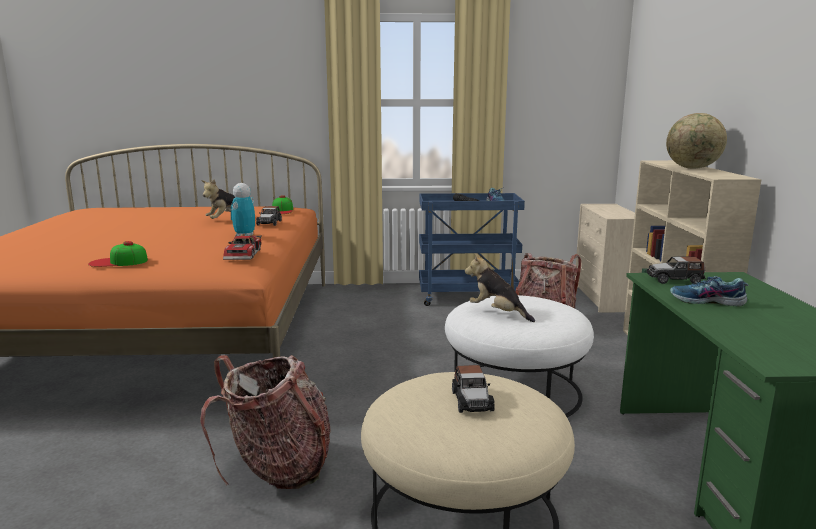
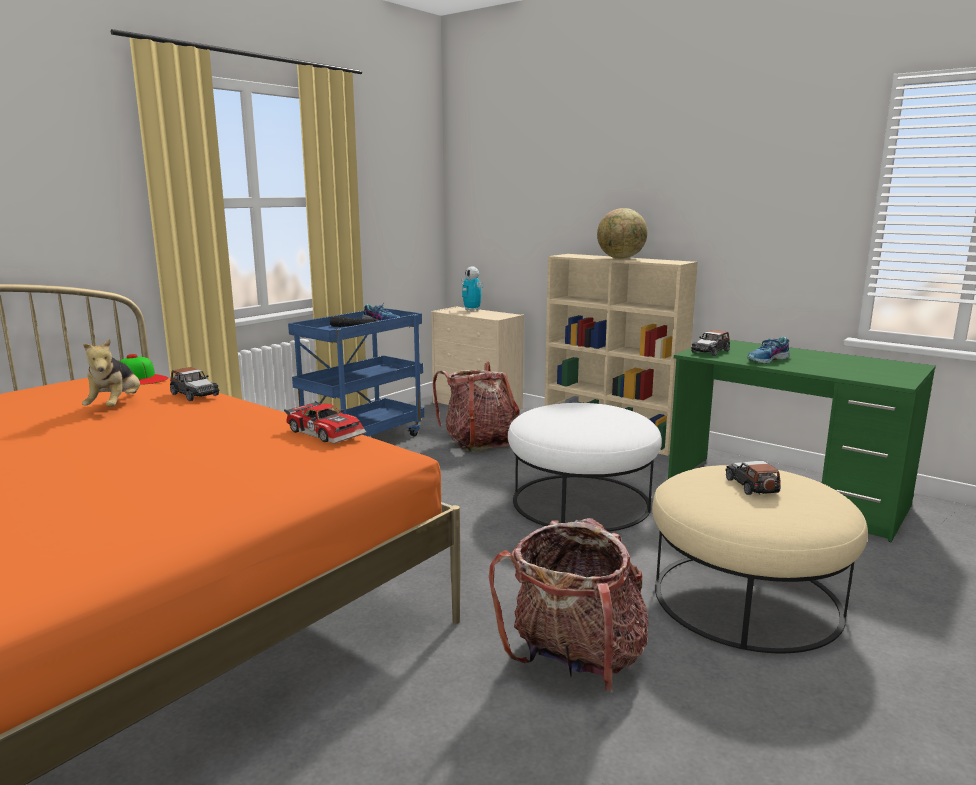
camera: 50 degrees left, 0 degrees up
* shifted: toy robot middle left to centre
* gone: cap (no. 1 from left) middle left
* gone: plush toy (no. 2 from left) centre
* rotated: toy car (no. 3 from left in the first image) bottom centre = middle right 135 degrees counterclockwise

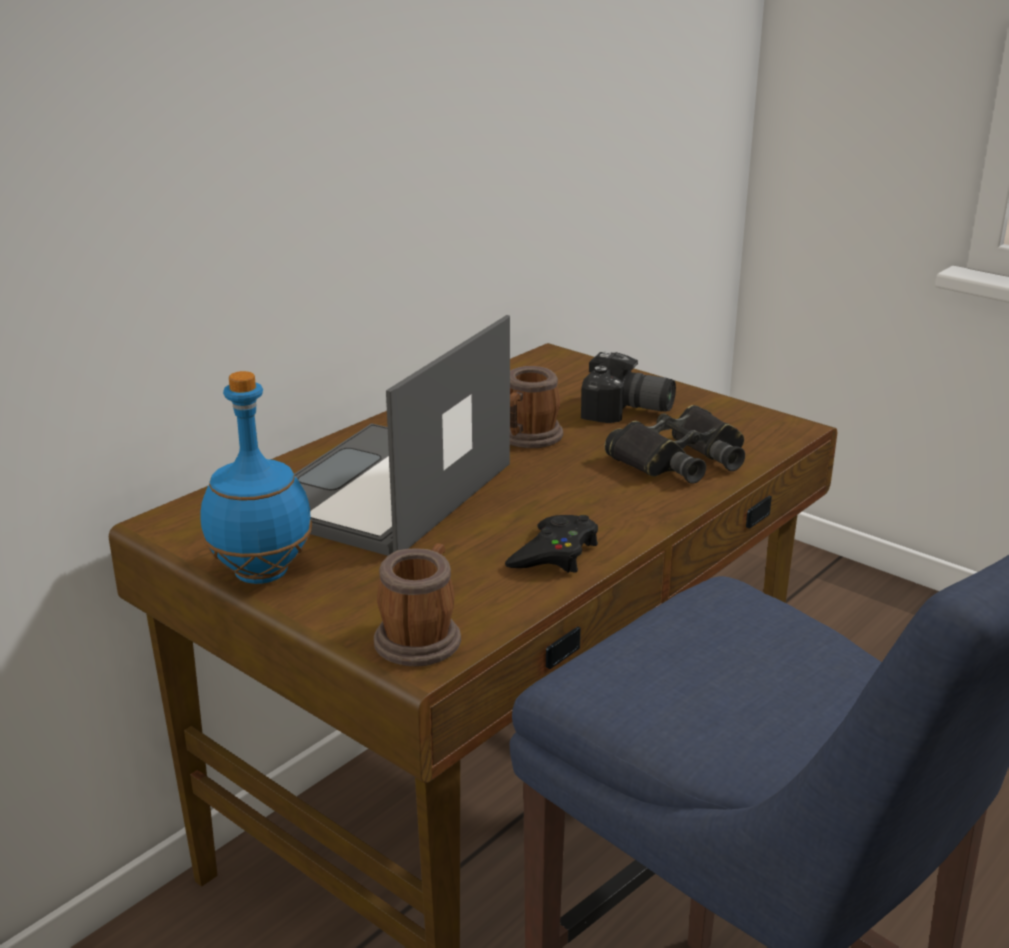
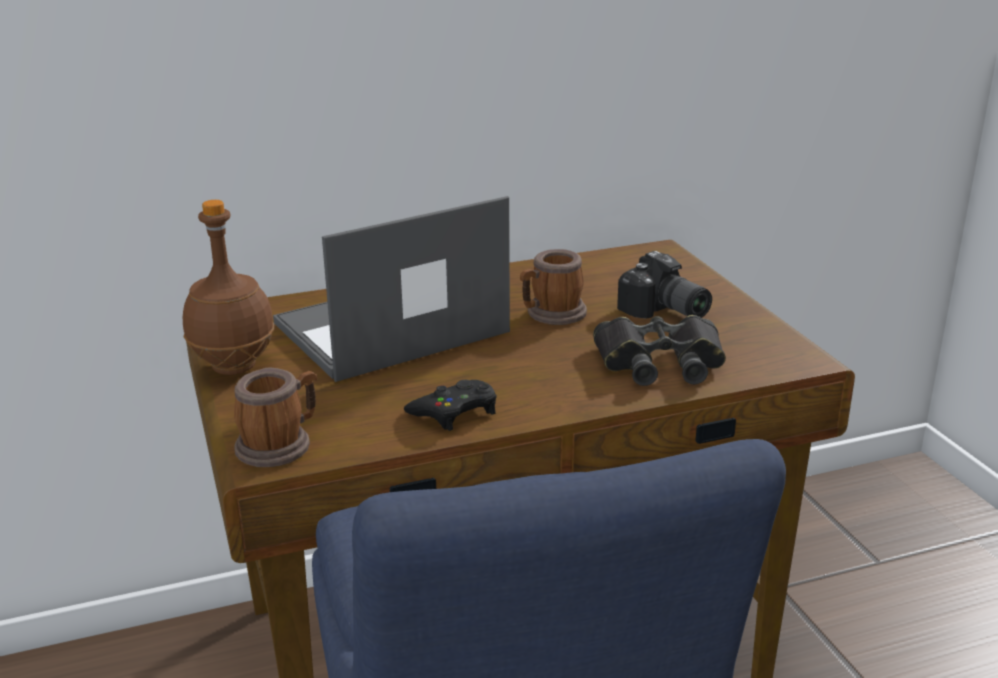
camera: 30 degrees right, 0 degrees up
* repainted: blue bottle middle left to brown bottle middle left

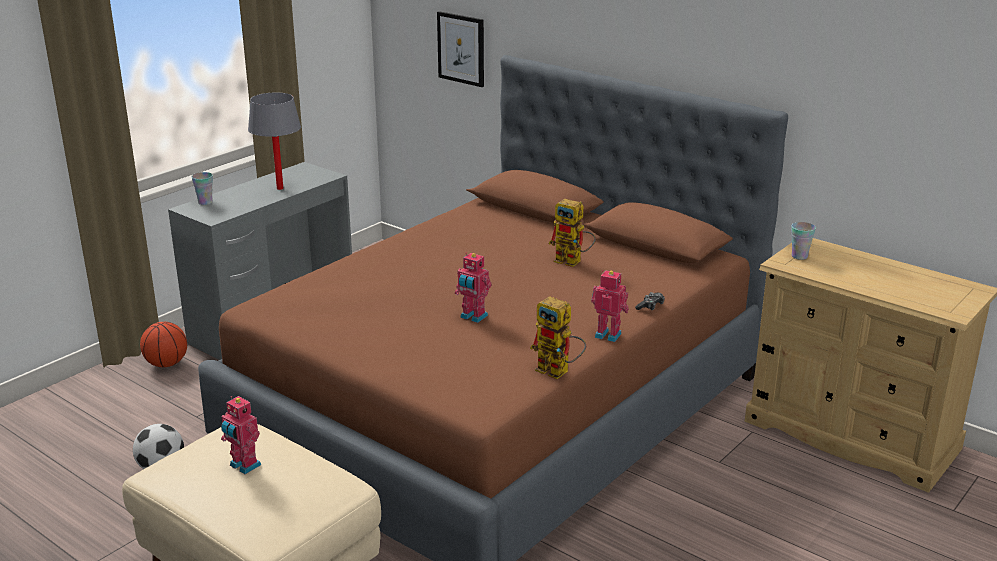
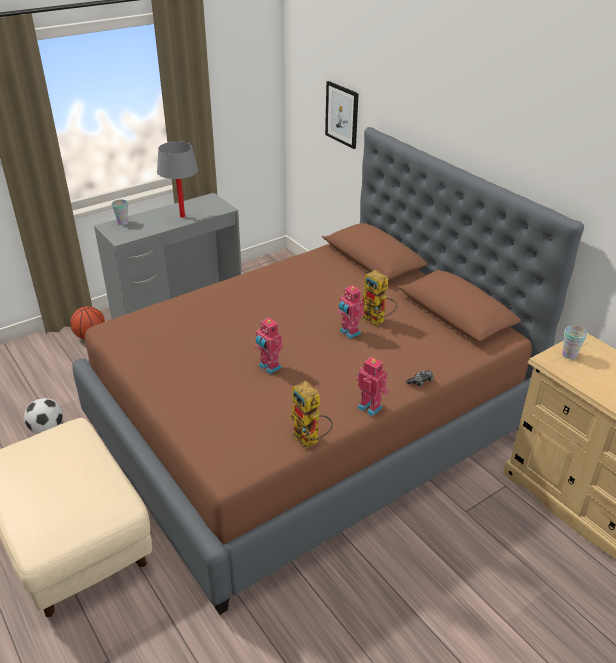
camera: 15 degrees right, 10 degrees up
* shifted: toy robot (no. 1 from left in the first image) bottom left to toy robot (no. 3 from left) centre

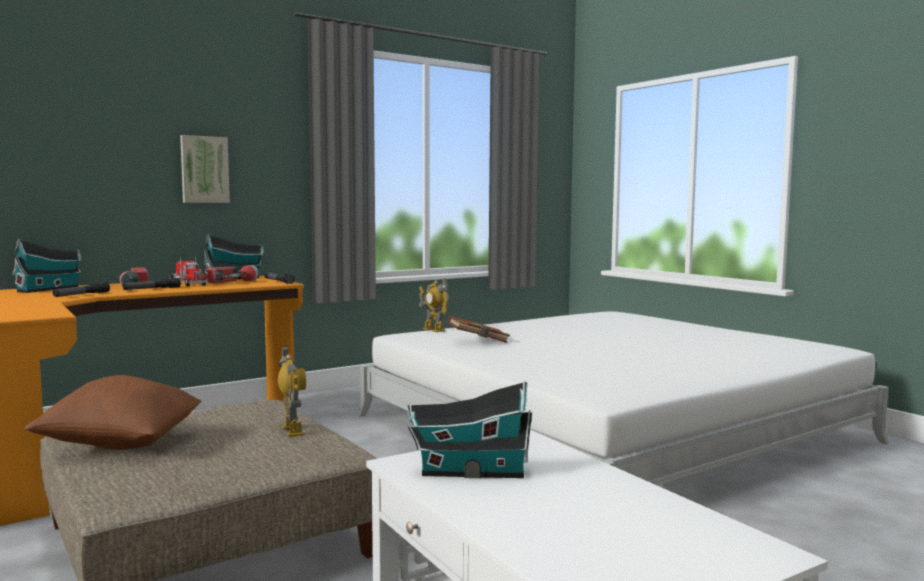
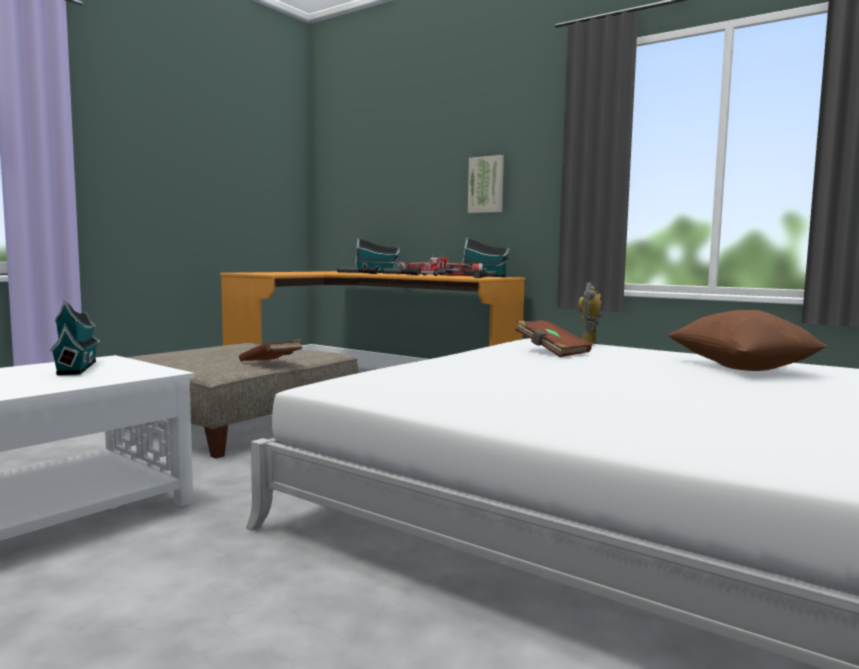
camera: 70 degrees right, 0 degrees up
* swapped: toy robot (no. 1 from left) bottom left to brown book (no. 1 from left) middle left
* shifted: brown pillow bottom left to middle right

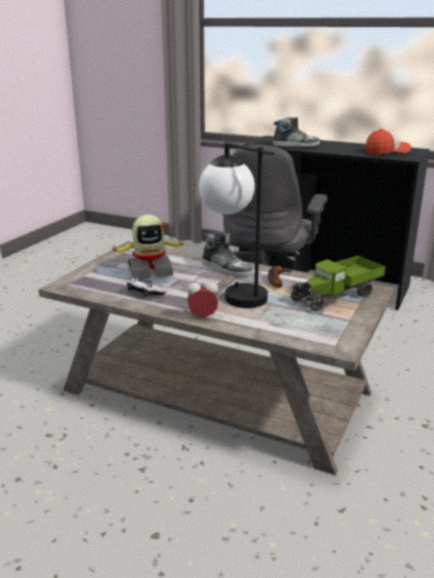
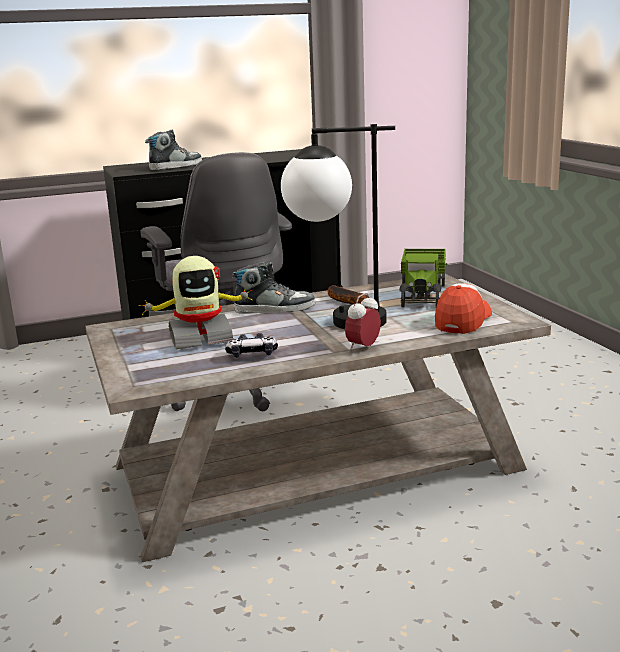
camera: 45 degrees left, 5 degrees down
* shifted: cap top right to middle right
* rotated: toy robot centre = middle left 45 degrees clockwise

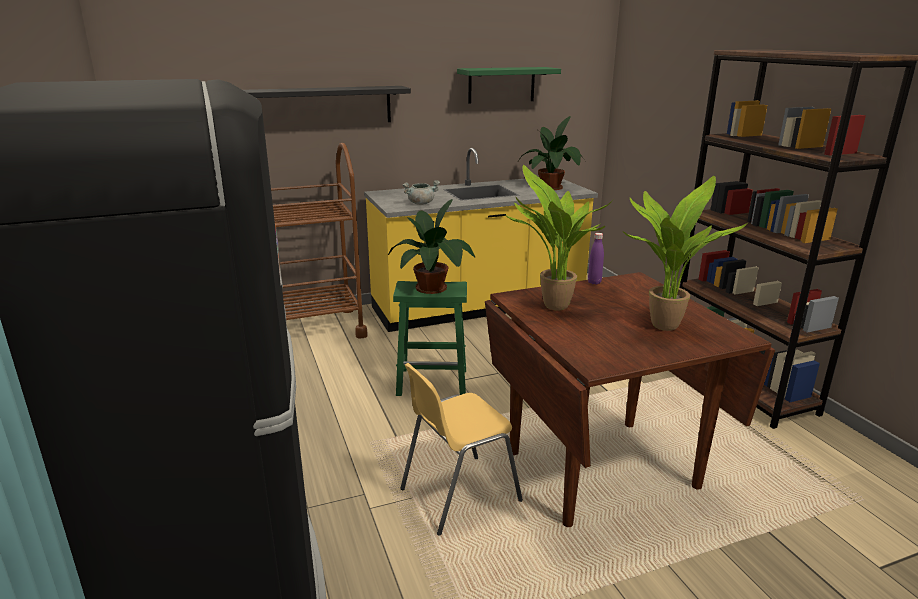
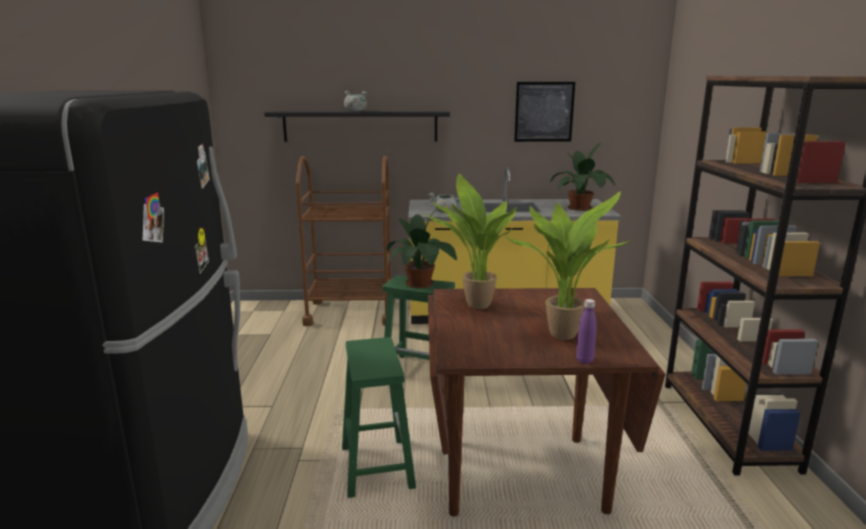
camera: 20 degrees right, 5 degrees down
* swapped: green shelf top centre to picture top centre
* shifted: purple bottle centre to middle right
* swapped: yellow chair bottom centre to green stool (no. 1 from left) bottom centre
* new: grey cooking pot (no. 1 from left) top centre

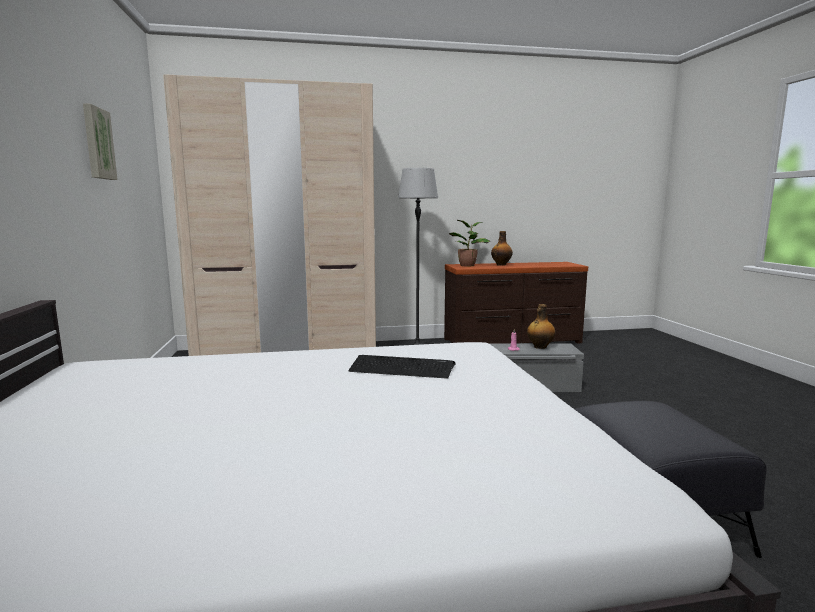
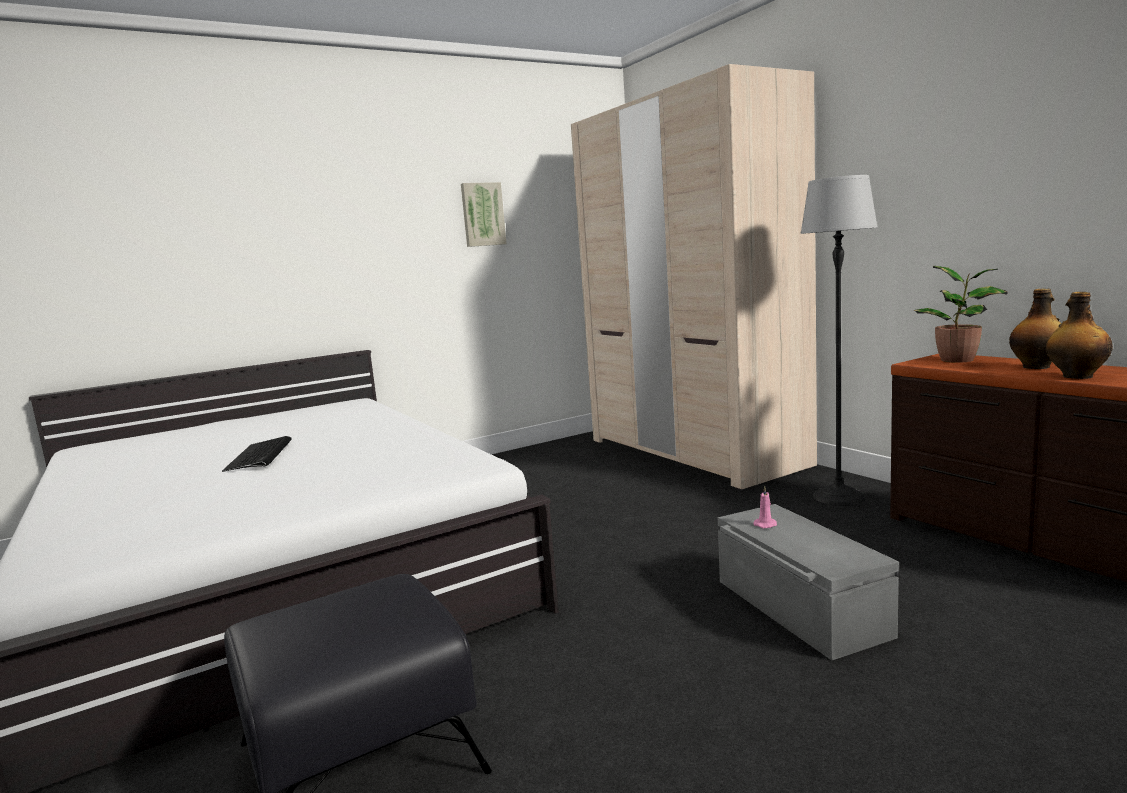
camera: 70 degrees right, 0 degrees up
* shifted: bottle (no. 2 from left) centre to middle right
* shifted: keyboard centre to middle left

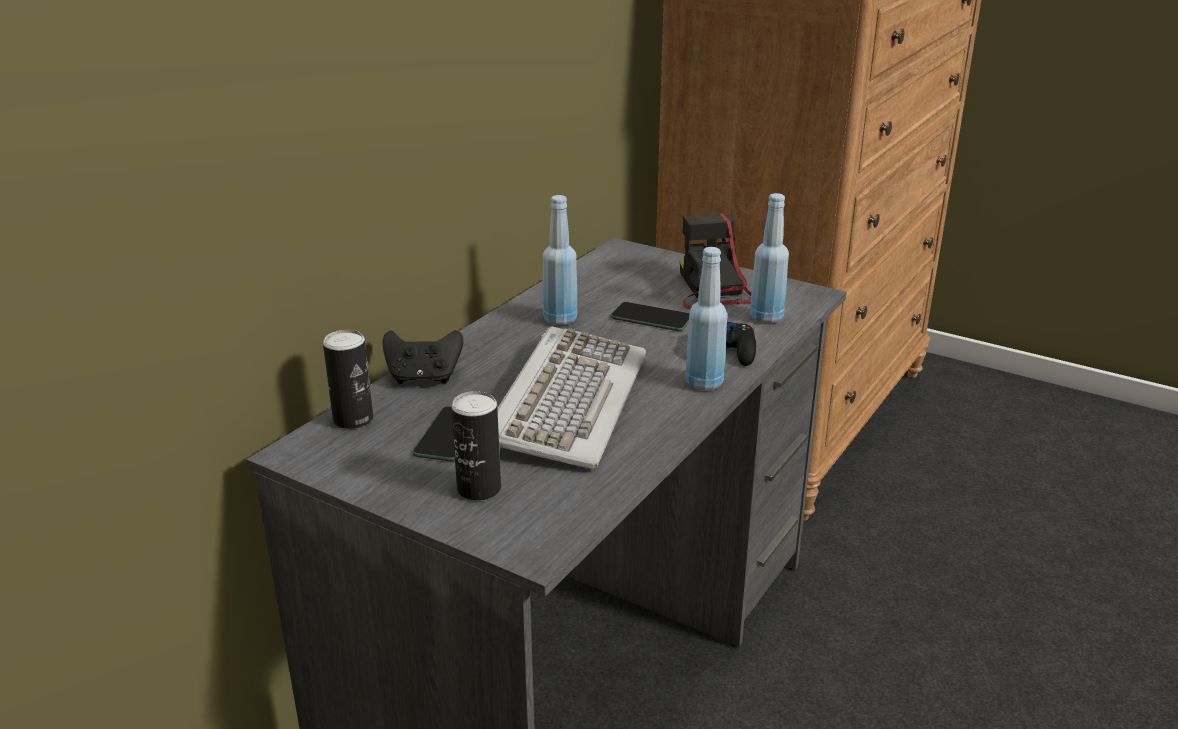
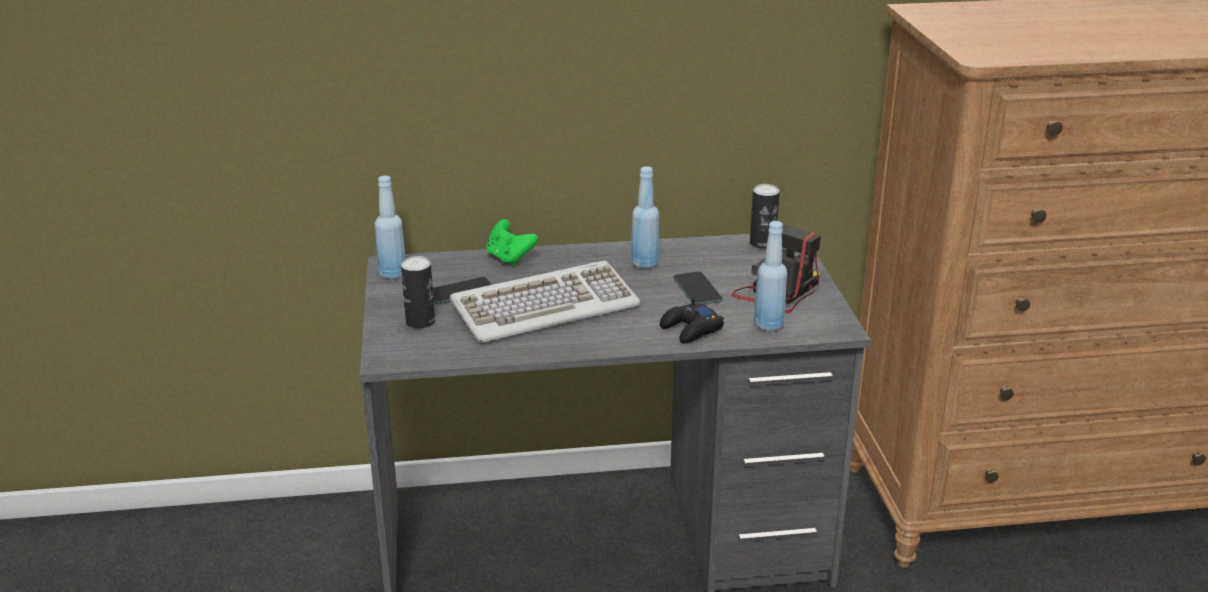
camera: 50 degrees right, 0 degrees up
* shifted: blue bottle (no. 2 from left in the first image) centre to blue bottle (no. 1 from left) middle left
* shifted: can (no. 1 from left in the first image) middle left to can (no. 2 from left) centre
* repainted: black game controller (no. 1 from left) centre to green game controller centre

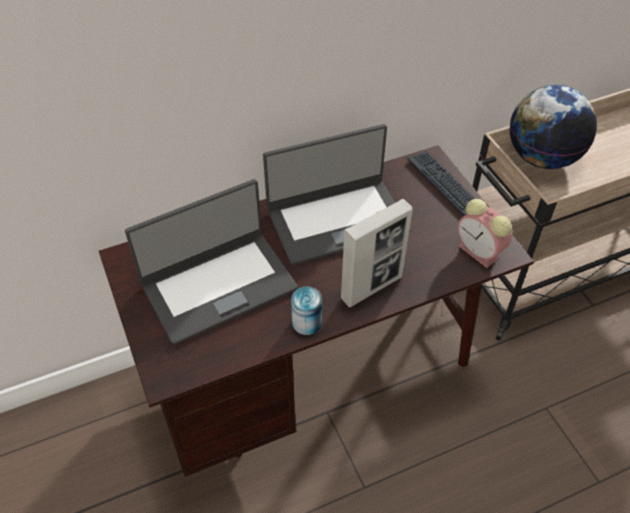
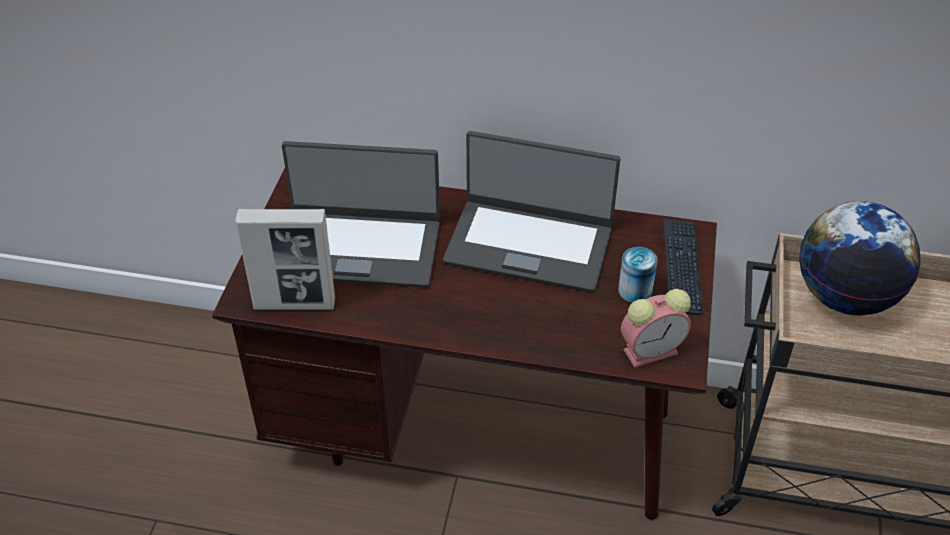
camera: 35 degrees right, 5 degrees down
* shifted: picture frame centre to middle left
* rotated: alarm clock middle right = middle right 105 degrees counterclockwise
* shifted: can centre to middle right

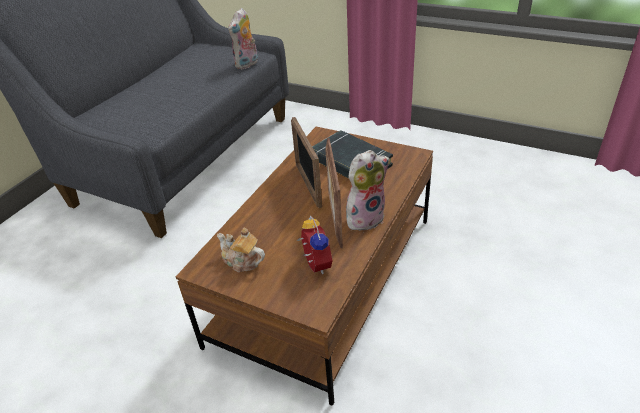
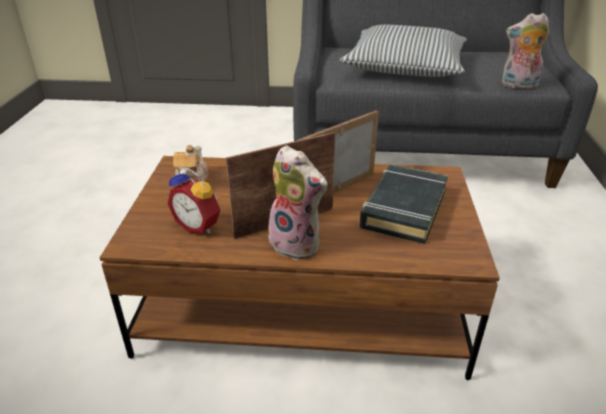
camera: 65 degrees right, 5 degrees down
* rotated: alarm clock centre = middle left 75 degrees clockwise
* new: pillow top centre

